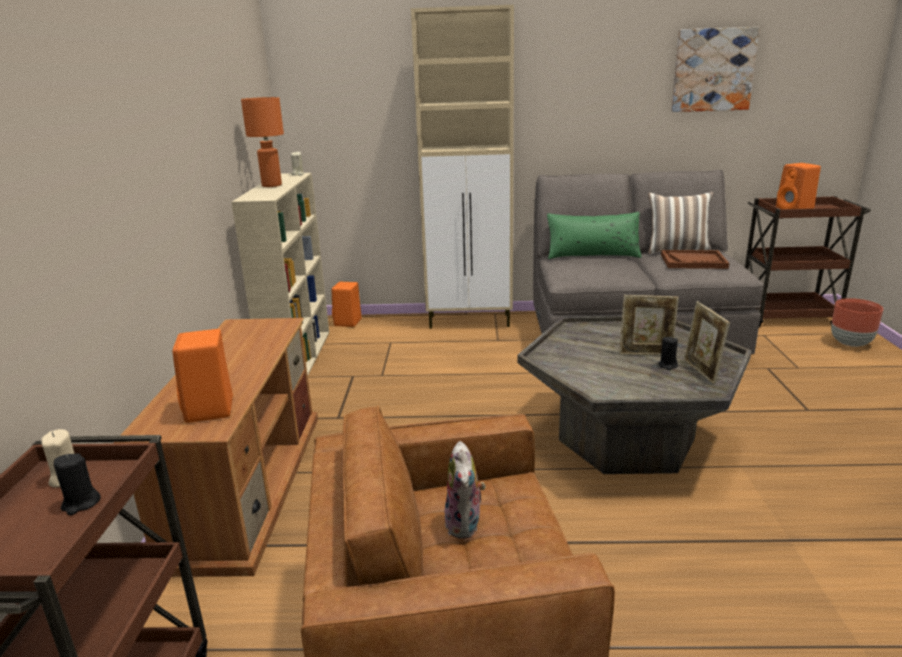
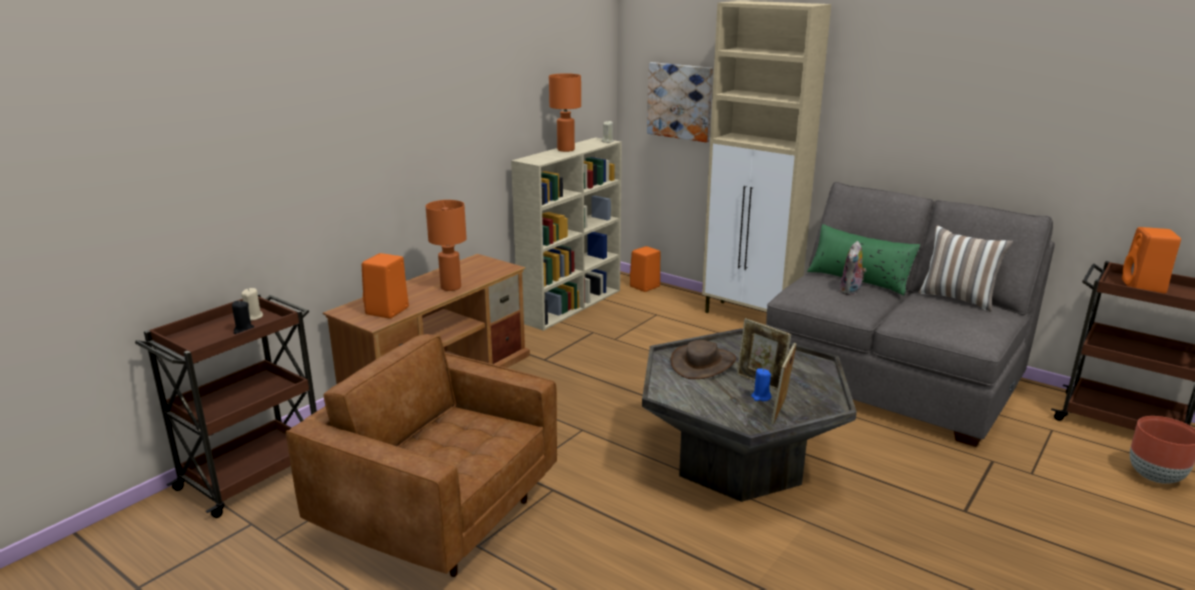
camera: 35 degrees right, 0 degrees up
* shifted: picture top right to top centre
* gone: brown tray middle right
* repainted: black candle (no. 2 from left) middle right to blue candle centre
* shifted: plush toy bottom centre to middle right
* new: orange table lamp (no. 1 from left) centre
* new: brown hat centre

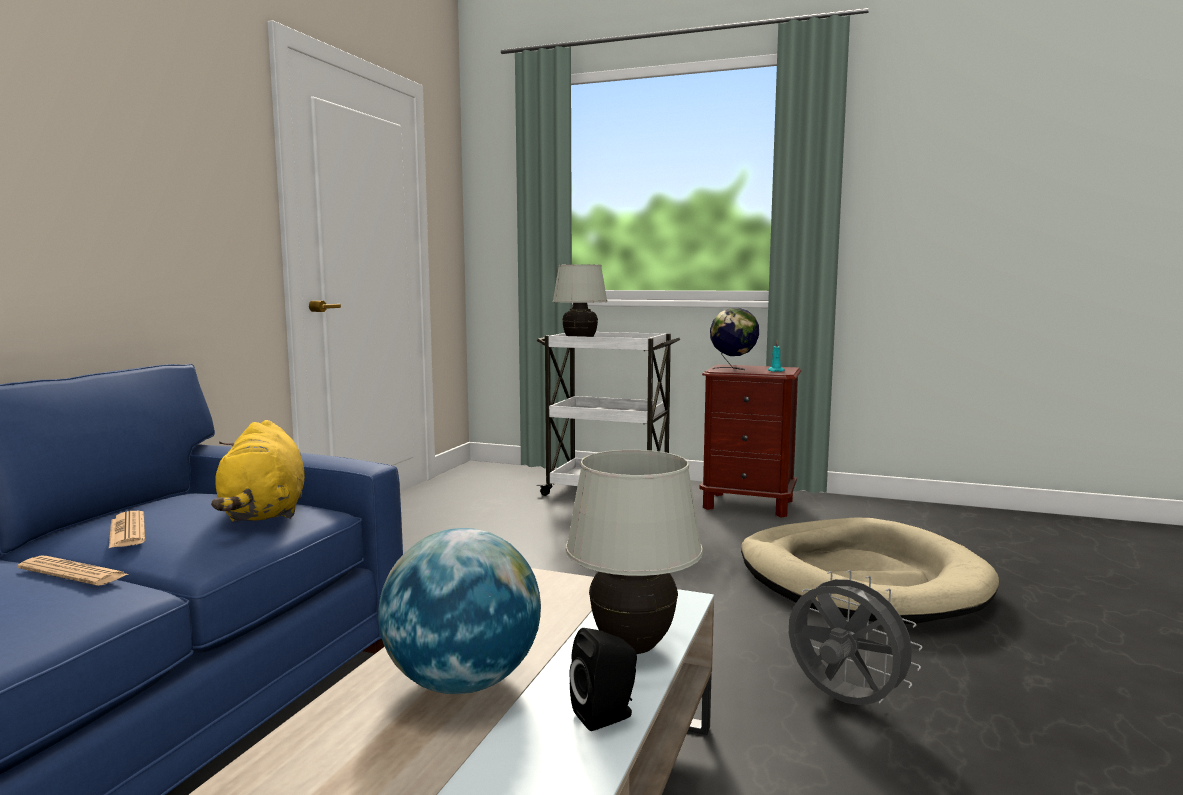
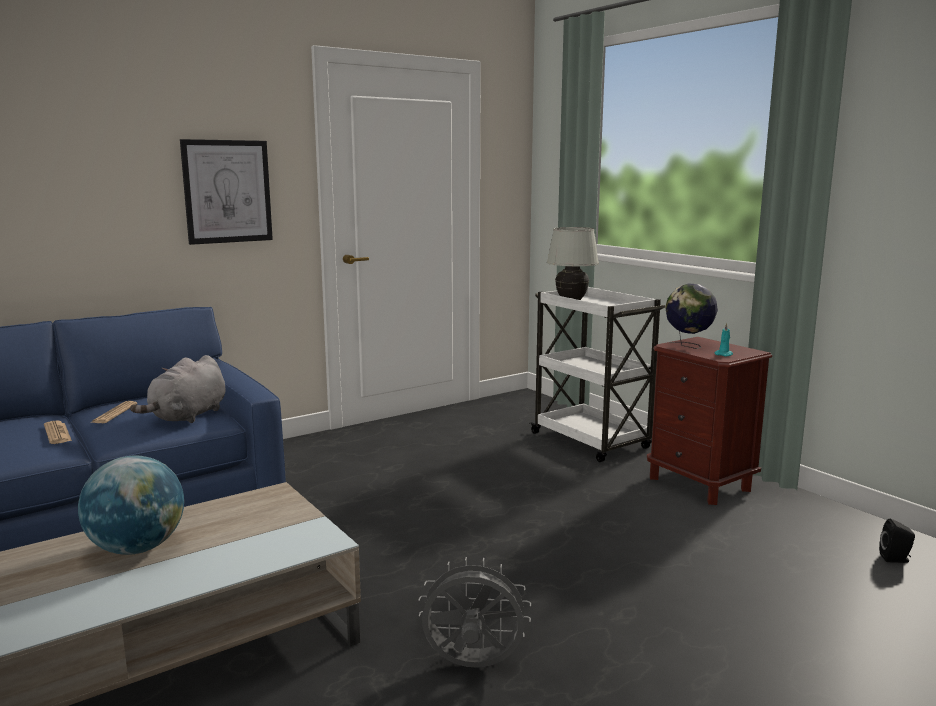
camera: 35 degrees right, 5 degrees up
* repainted: yellow plush toy middle left to grey plush toy middle left
* gone: white table lamp (no. 2 from left) bottom centre
* gone: beige dog bed bottom right
* rotated: grey fan bottom right = bottom centre 75 degrees counterclockwise
* shifted: black speaker bottom centre to bottom right
* new: picture top left

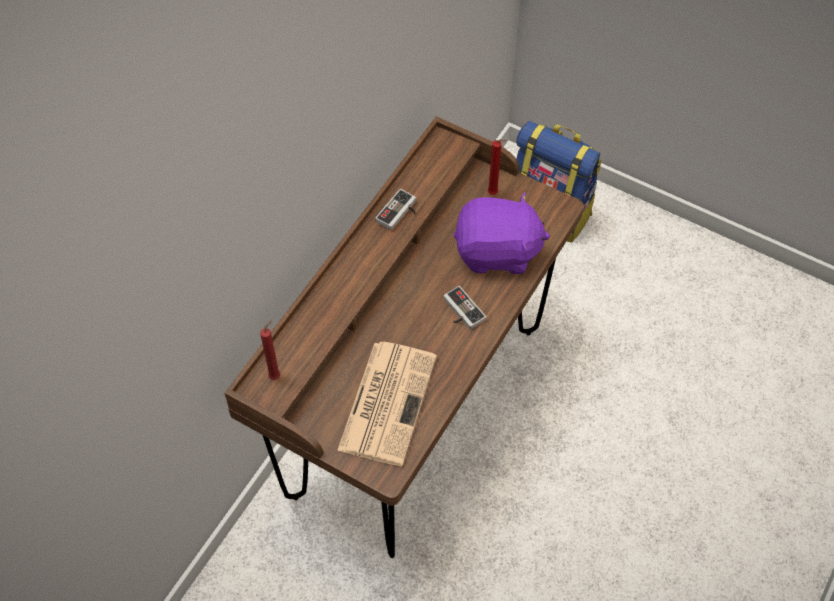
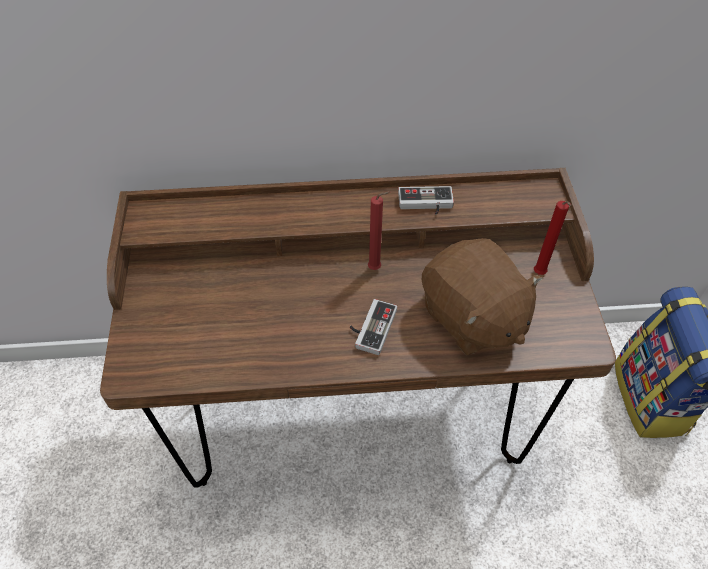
camera: 55 degrees right, 5 degrees down
* repainted: purple plush toy centre to brown plush toy middle right
* shifted: red candle (no. 1 from left) middle left to centre
* gone: newspaper bottom centre

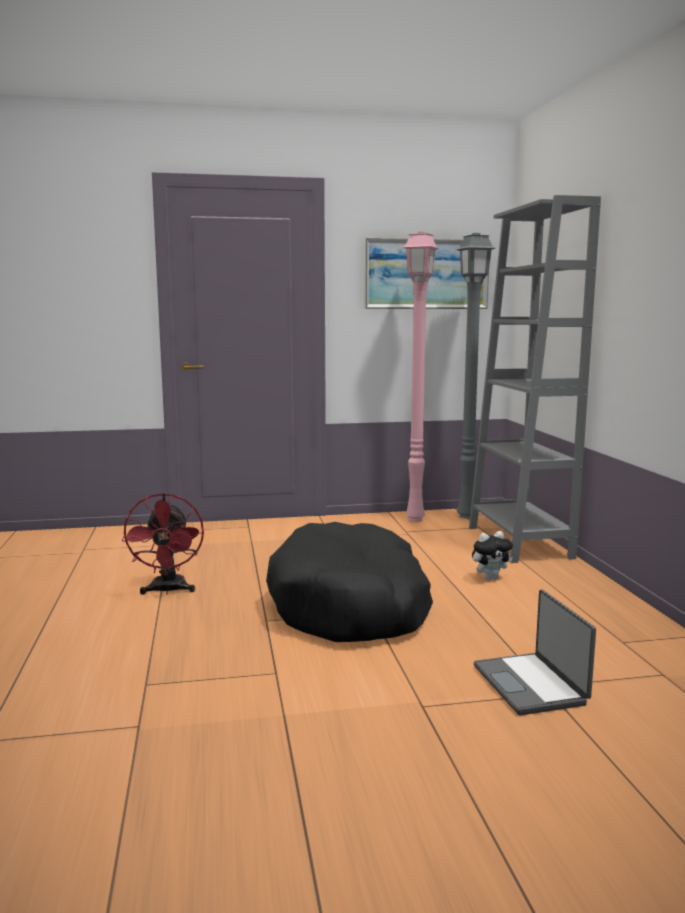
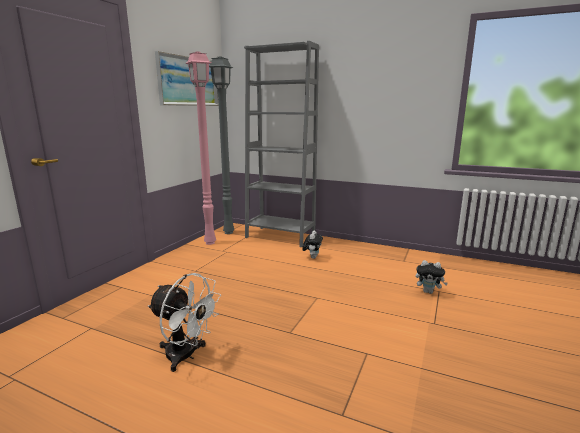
camera: 55 degrees left, 5 degrees up
* repainted: red fan middle left to white fan bottom left
* gone: black dog bed centre
* swapped: laptop bottom right to plush toy (no. 2 from left) middle right

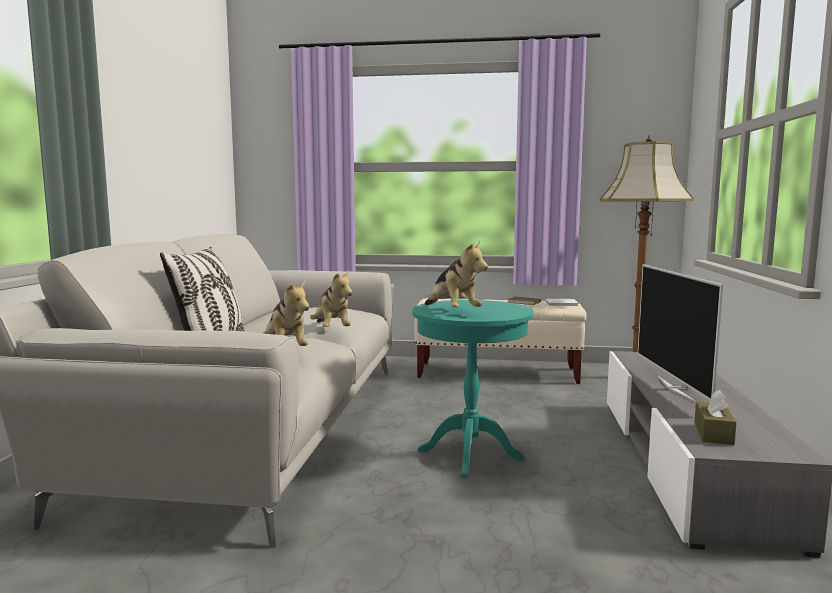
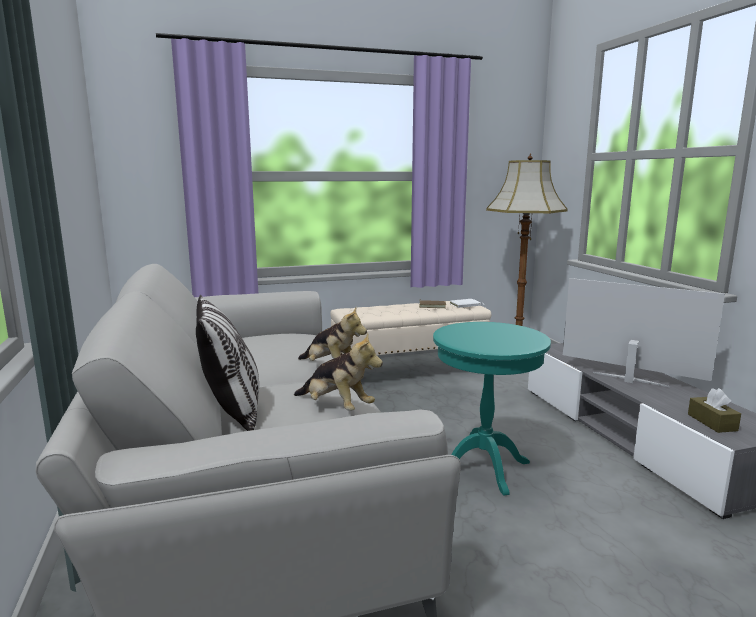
camera: 25 degrees left, 5 degrees up
* gone: plush toy (no. 3 from left) centre
* rotated: television middle right = middle right 150 degrees clockwise

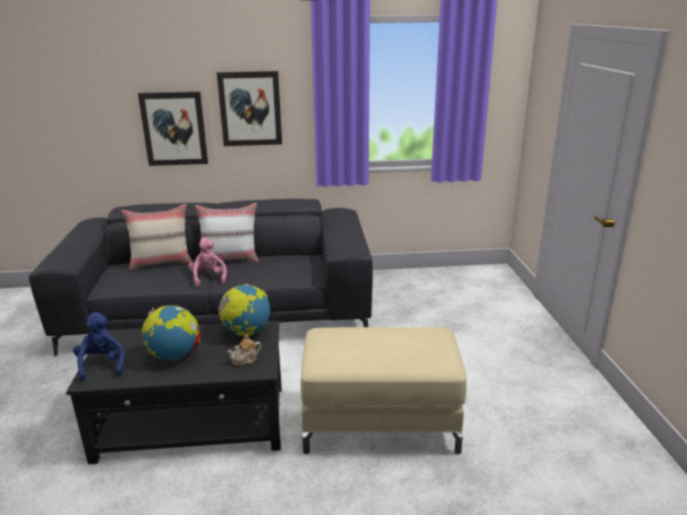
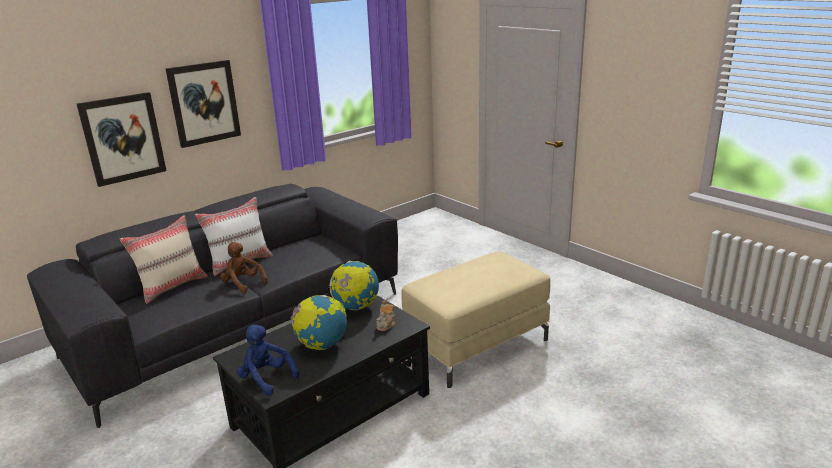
camera: 35 degrees left, 0 degrees up
* repainted: pink plush toy middle left to brown plush toy middle left

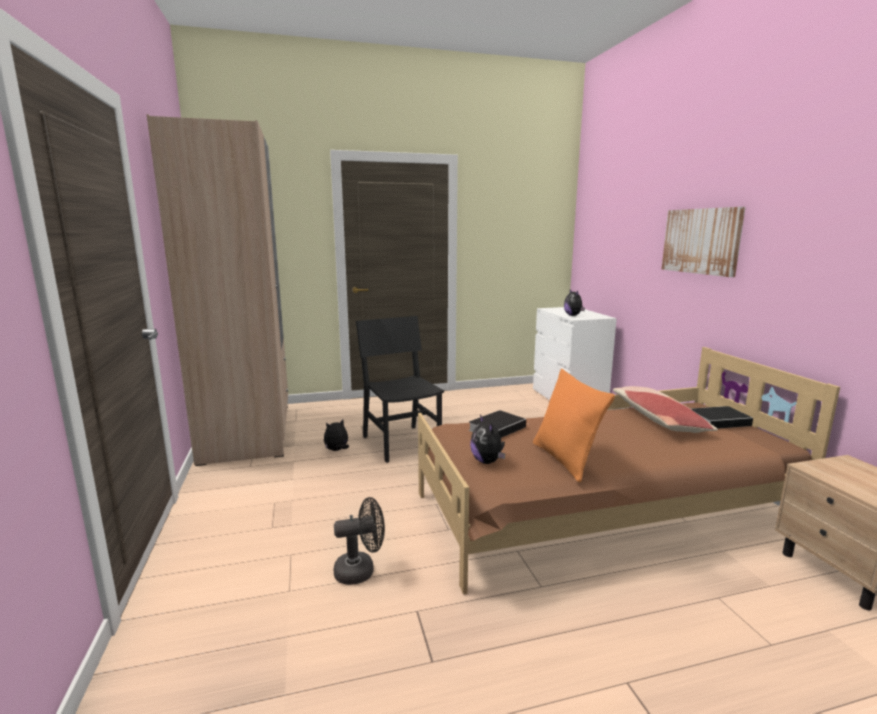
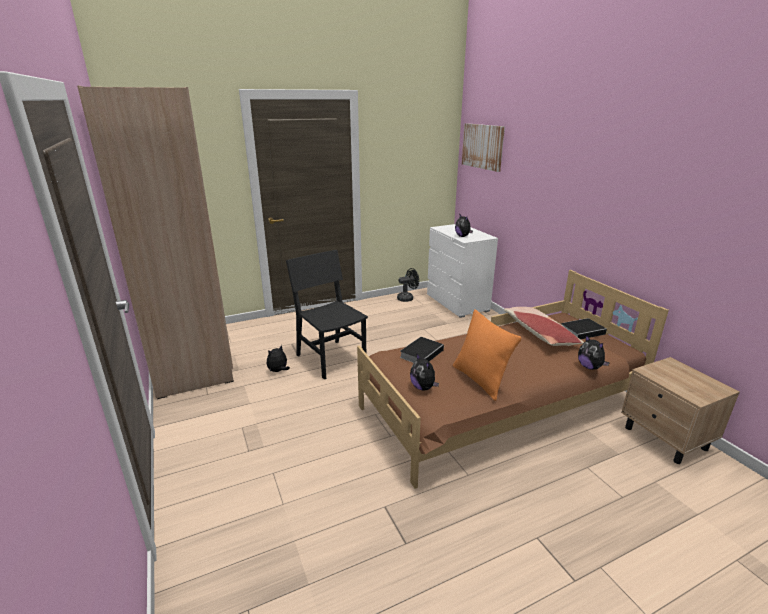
camera: 10 degrees left, 10 degrees up
* shifted: picture middle right to top centre
* shifted: black fan bottom centre to centre
* new: plush toy (no. 4 from left) middle right

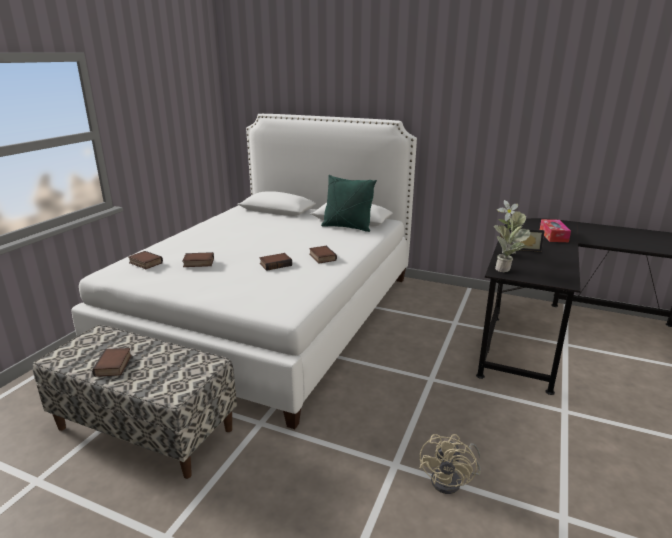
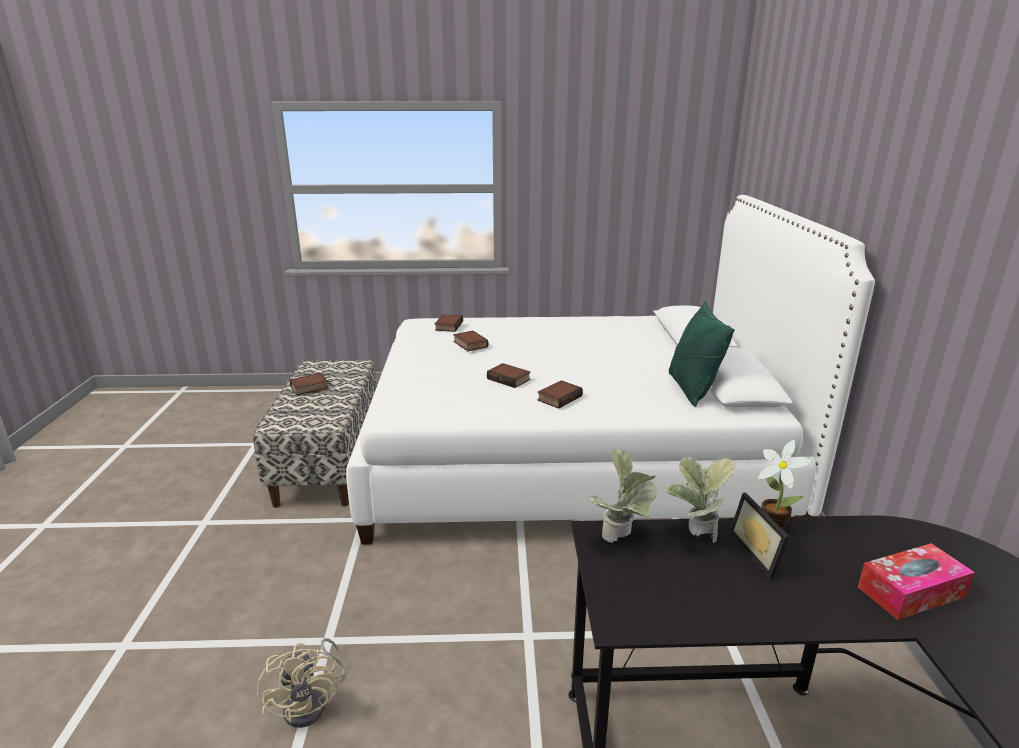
camera: 65 degrees right, 0 degrees up
* rotated: beige fan bottom right = bottom left 105 degrees counterclockwise

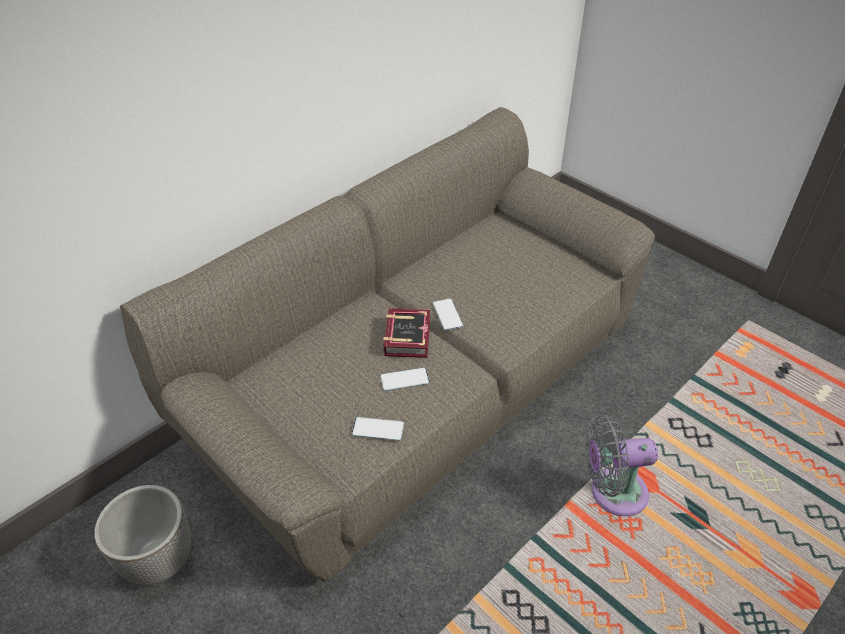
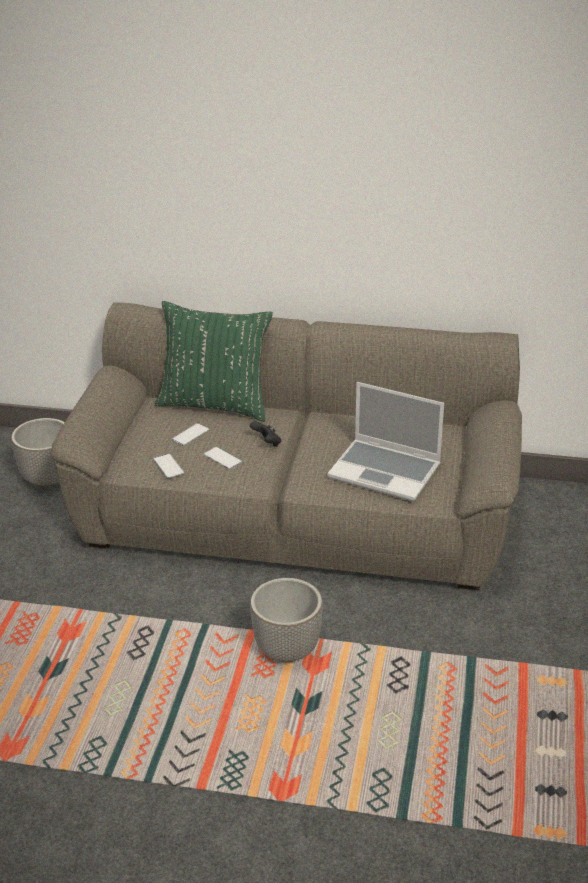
camera: 55 degrees right, 10 degrees down
* shifted: phone (no. 3 from left in the first image) centre to phone (no. 2 from left) middle left
* swapped: book centre to black game controller centre
* swapped: grey fan bottom right to planter (no. 2 from left) bottom centre
* new: green pillow centre
* new: laptop centre

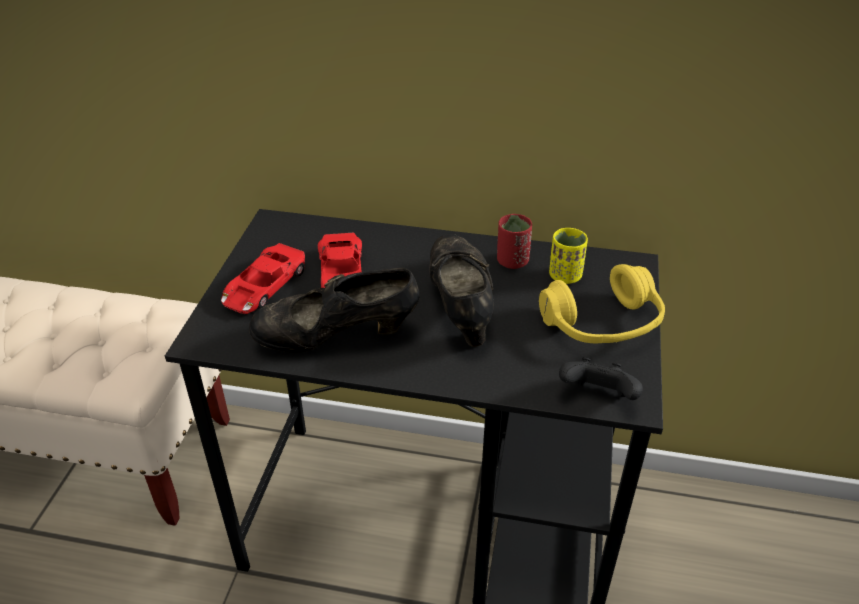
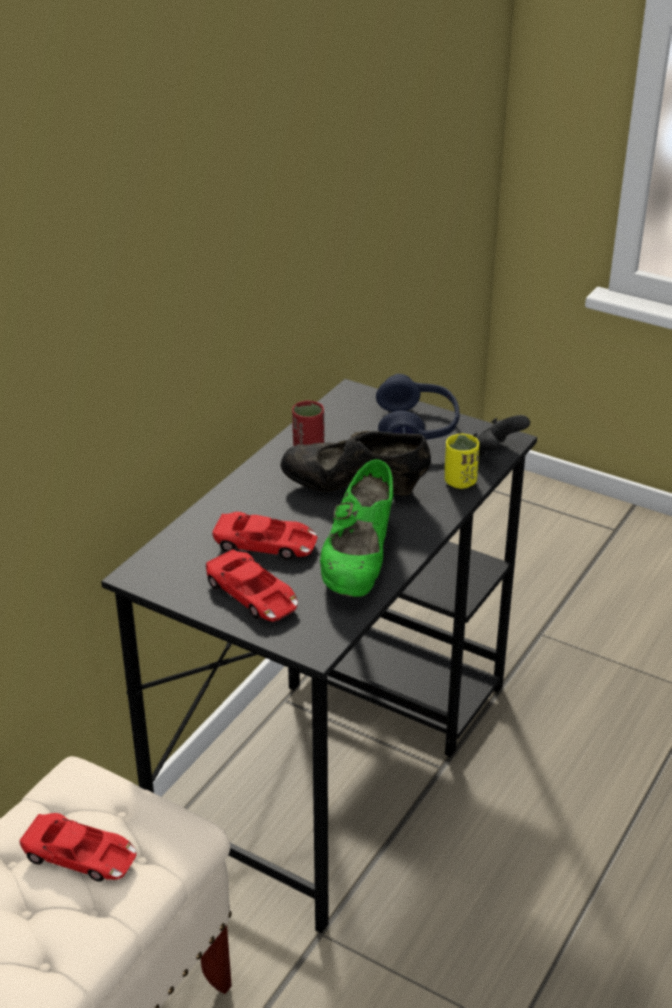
camera: 70 degrees left, 5 degrees down
* shifted: yellow cup centre to middle right
* repainted: yellow headphones middle right to blue headphones centre
* repainted: black shoe (no. 1 from left) centre to green shoe centre
* new: red toy car (no. 1 from left) bottom left

